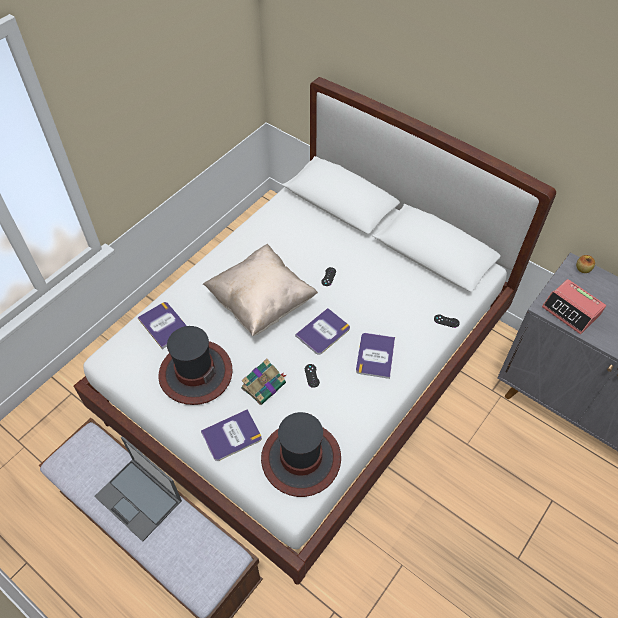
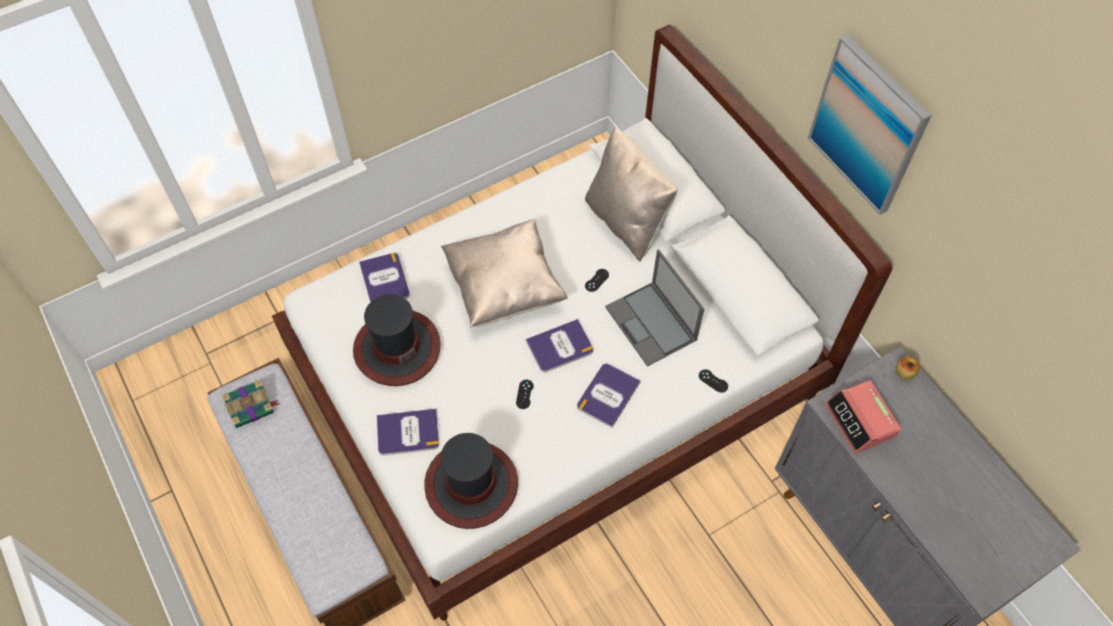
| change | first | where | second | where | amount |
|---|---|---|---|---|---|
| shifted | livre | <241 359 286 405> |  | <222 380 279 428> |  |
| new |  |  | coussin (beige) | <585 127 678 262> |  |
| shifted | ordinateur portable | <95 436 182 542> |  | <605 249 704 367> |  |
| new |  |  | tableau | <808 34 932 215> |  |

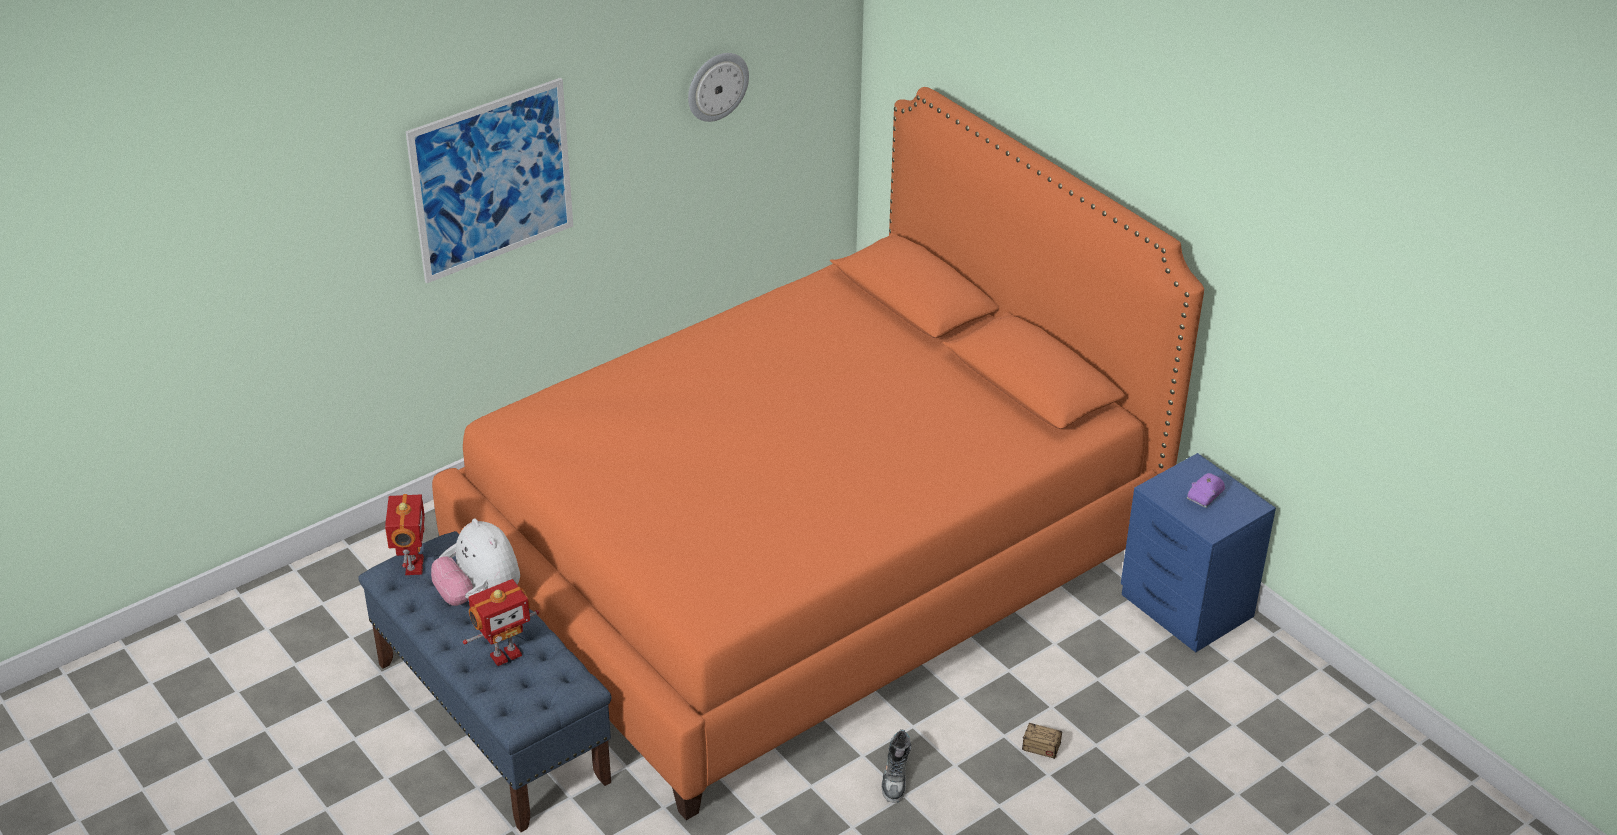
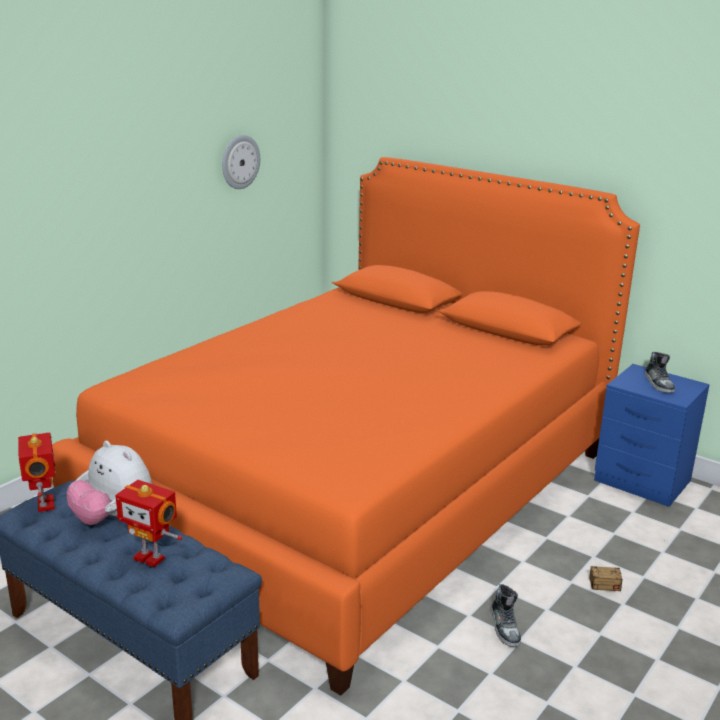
| change | first | where | second | where | amount |
|---|---|---|---|---|---|
| rotated | robot jouet | <463 579 539 666> |  | <115 480 182 567> | 75 degrees clockwise |
| swapped | petite voiture (violet) | <1187 473 1225 508> | chaussure | <645 352 675 393> |  |
| gone | tableau | <406 78 573 283> |  |  |  |

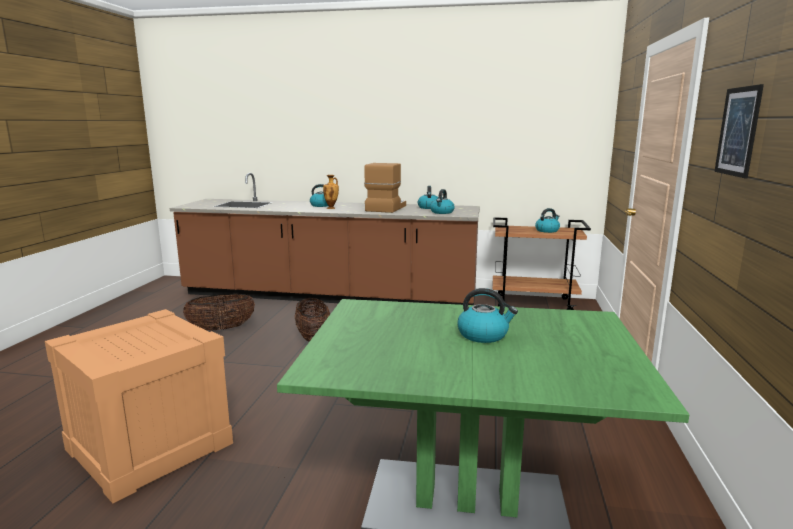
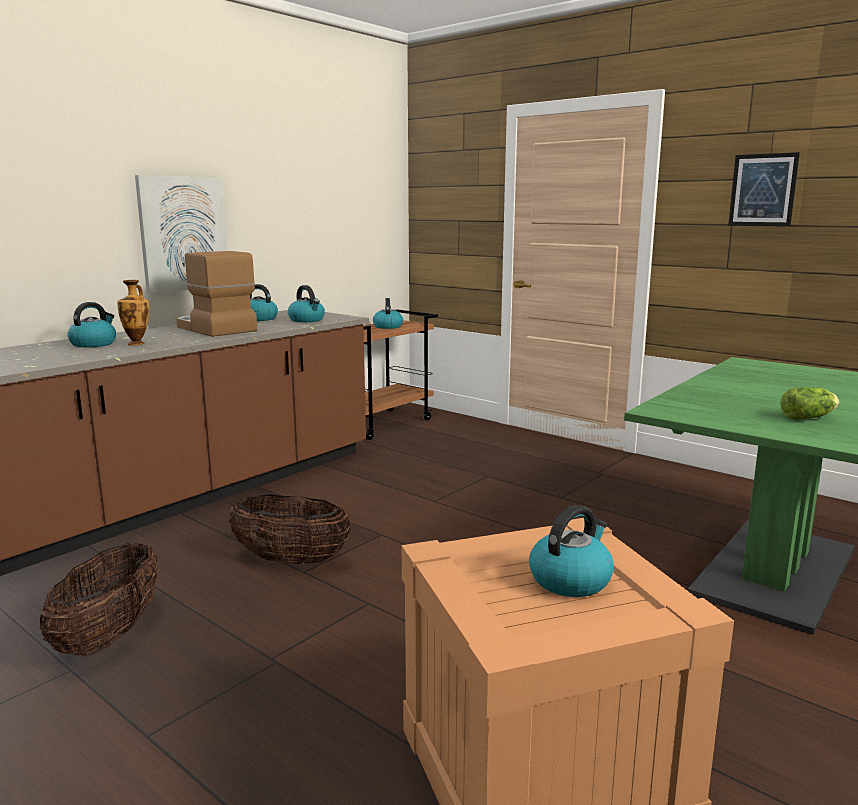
| change | first | where | second | where | amount |
|---|---|---|---|---|---|
| new |  |  | tableau | <135 175 228 293> |  |
| shifted | bouilloire | <457 288 518 343> |  | <529 505 614 597> |  |
| new |  |  | laitue | <780 387 839 420> |  |

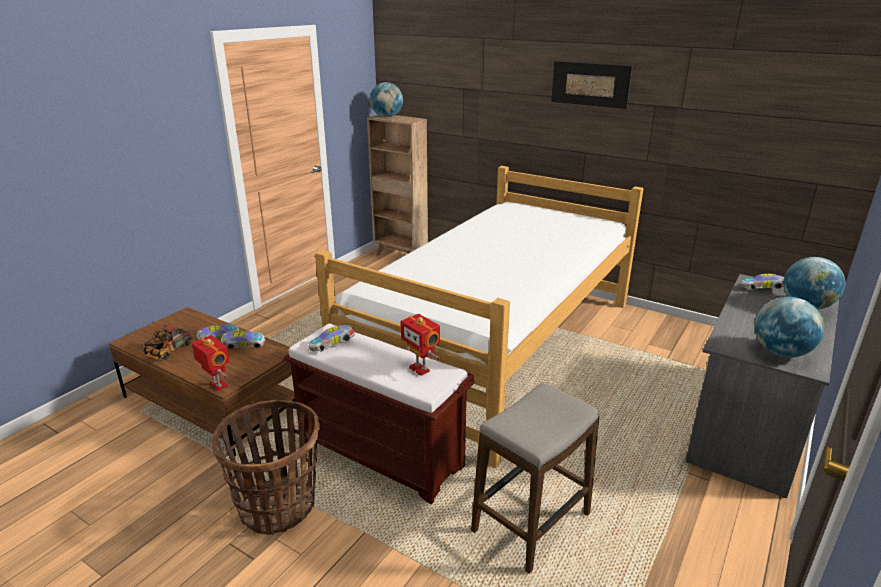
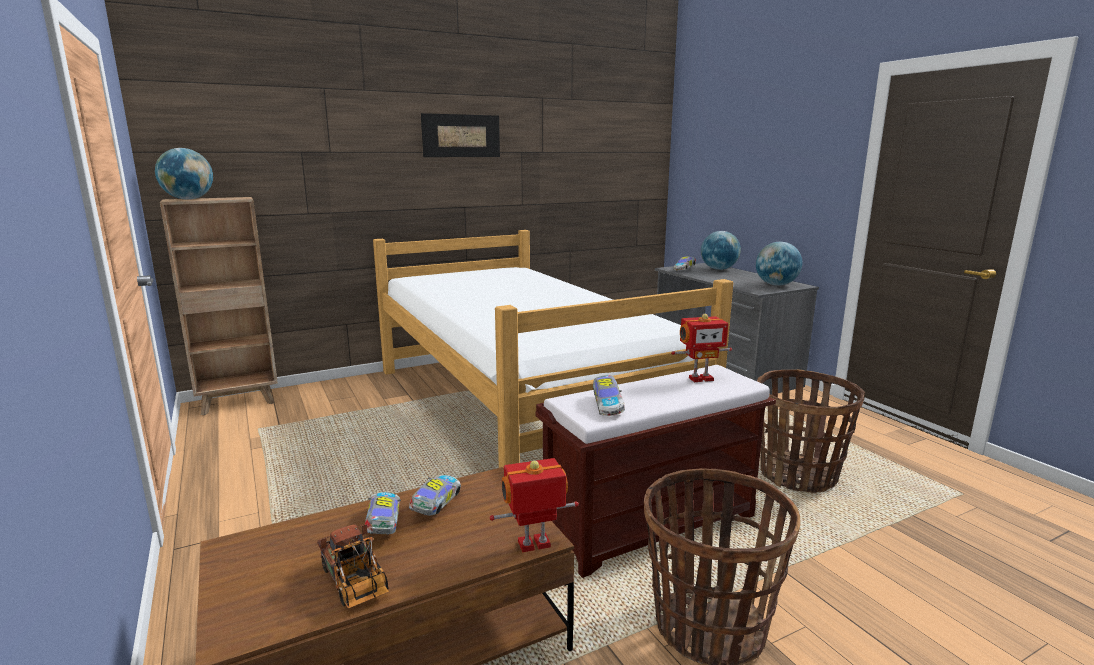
| change | first | where | second | where | amount |
|---|---|---|---|---|---|
| swapped | tabouret | <471 382 600 574> | panier | <757 370 865 493> |  |

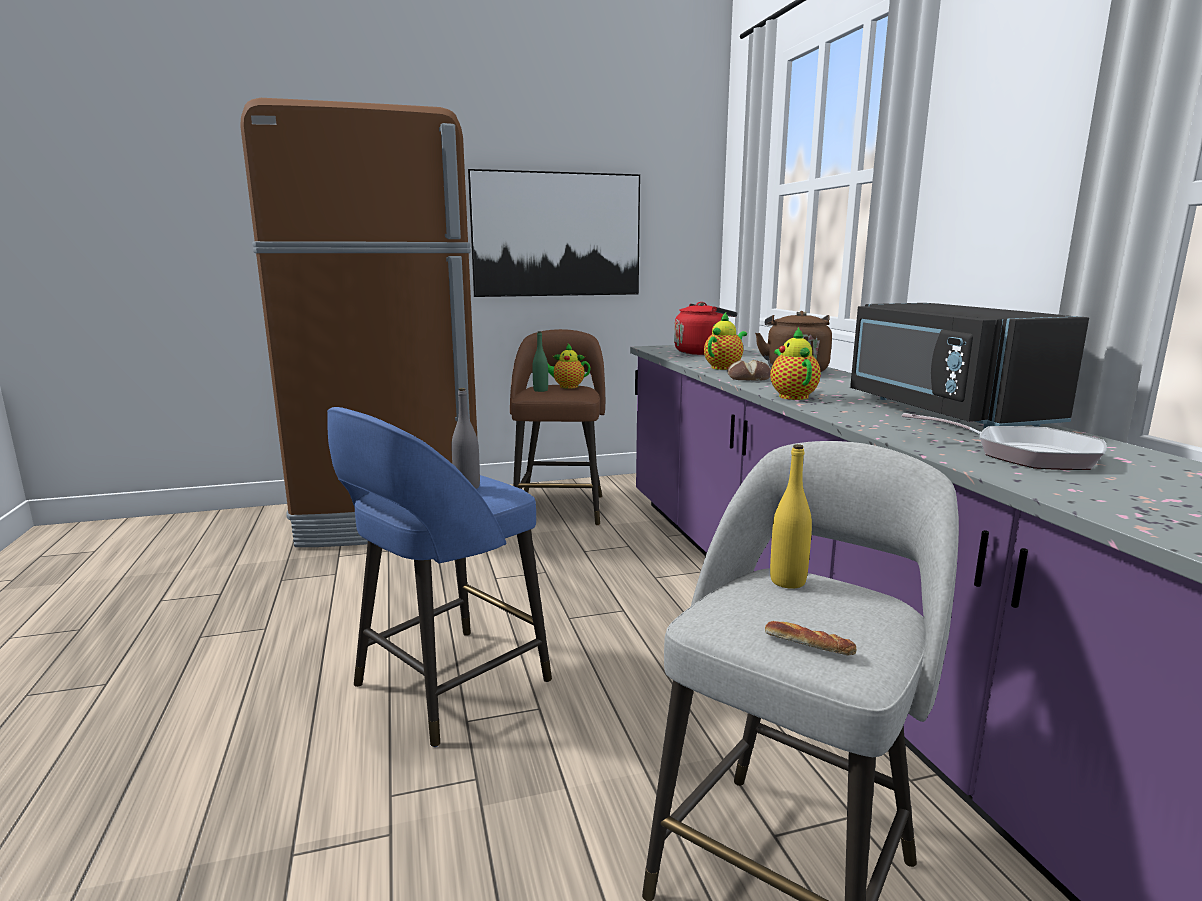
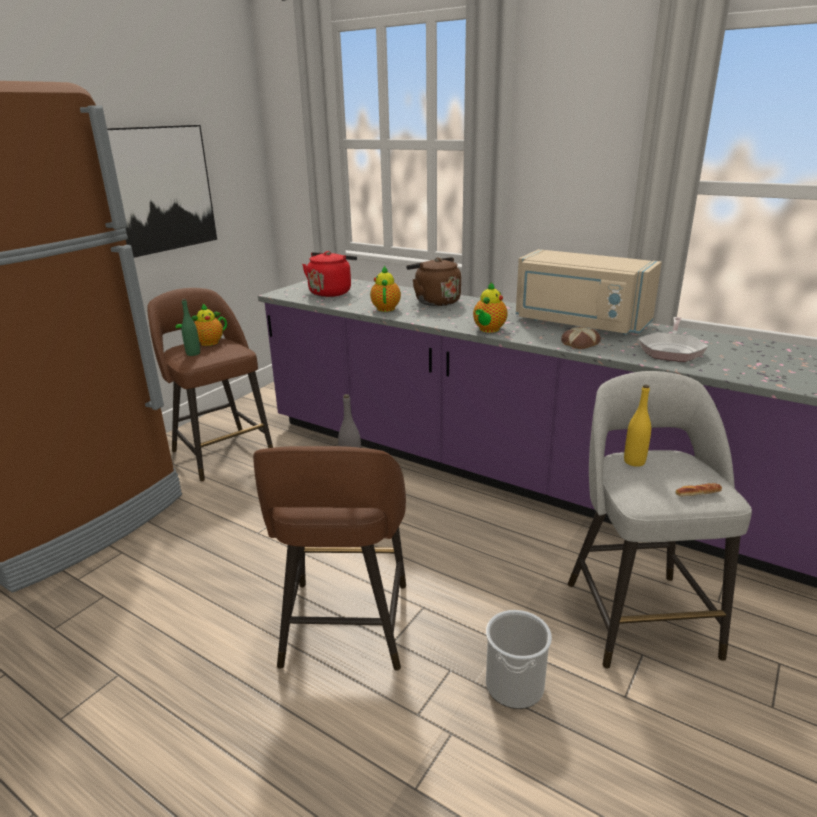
| change | first | where | second | where | amount |
|---|---|---|---|---|---|
| repainted | tabouret (bleu) | <327 407 552 747> | tabouret (marron) | <253 446 406 670> |  |
| rotated | théière | <770 327 821 400> |  | <473 282 508 333> | 105 degrees counterclockwise |
| new |  |  | seau | <486 610 552 709> |  |
| repainted | micro-ondes (noir) | <850 303 1089 429> | micro-ondes (beige) | <516 249 662 335> |  |
| shifted | pain | <728 360 771 381> |  | <561 327 601 349> |  |
| rotated | poêle | <902 413 1107 470> |  | <638 317 708 362> | 120 degrees clockwise |

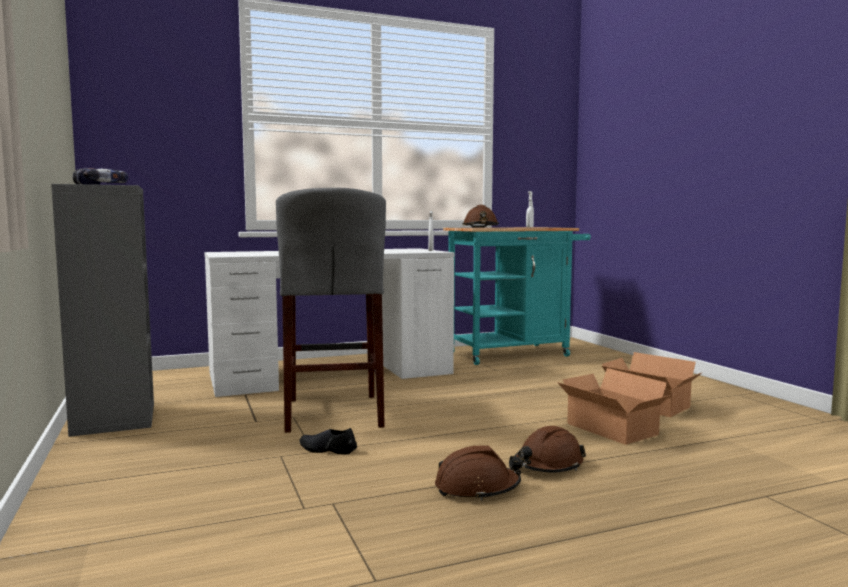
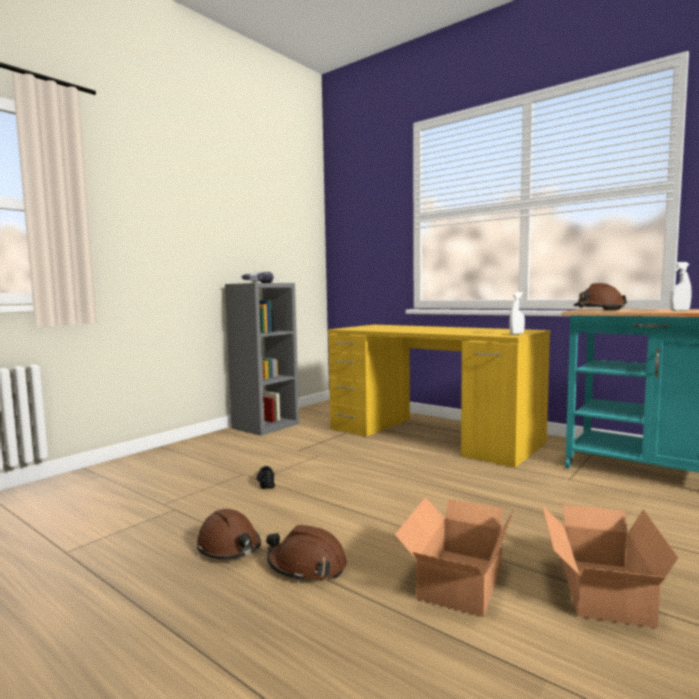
| change | first | where | second | where | amount |
|---|---|---|---|---|---|
| repainted | bureau (blanc) | <204 248 454 397> | bureau (jaune) | <328 325 550 467> |  |
| gone | tabouret (gris) | <276 188 386 433> |  |  |  |

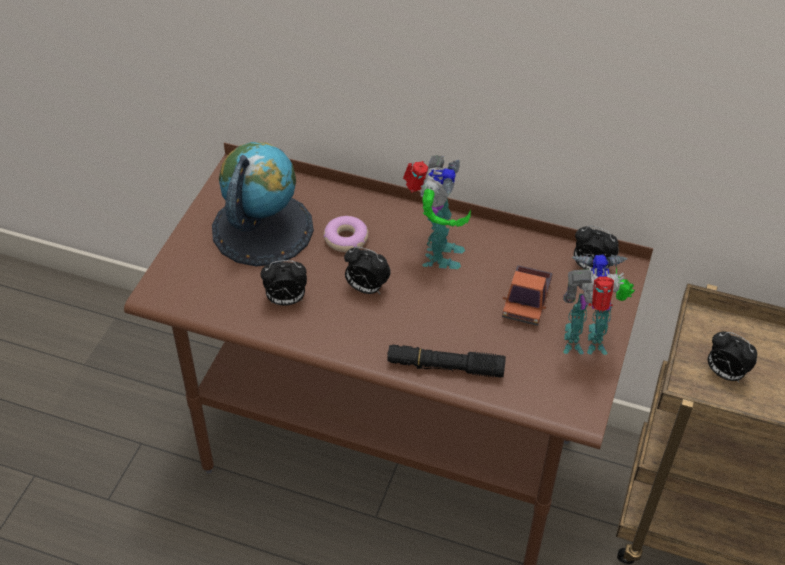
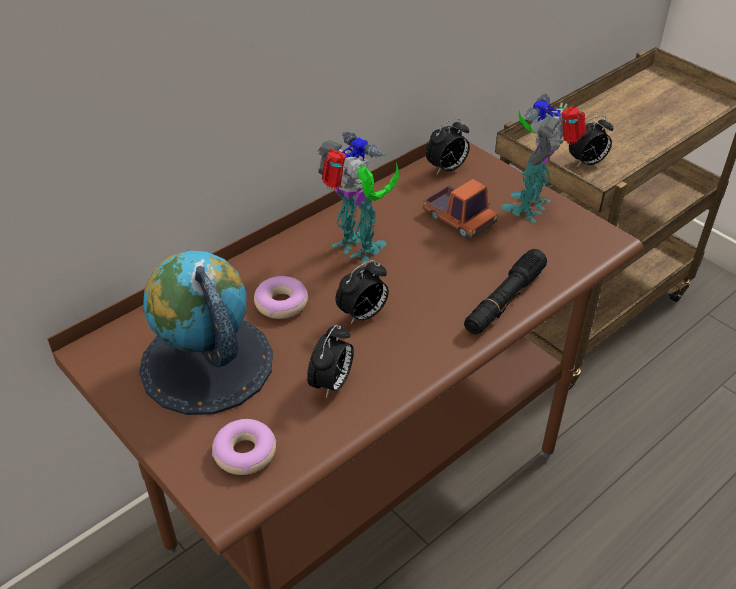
| change | first | where | second | where | amount |
|---|---|---|---|---|---|
| new |  |  | beignet | <212 419 277 475> |  |

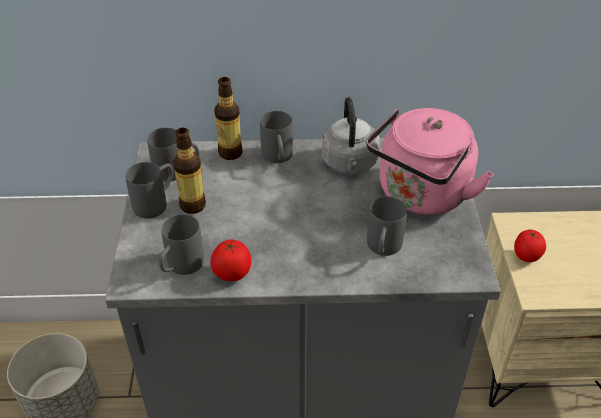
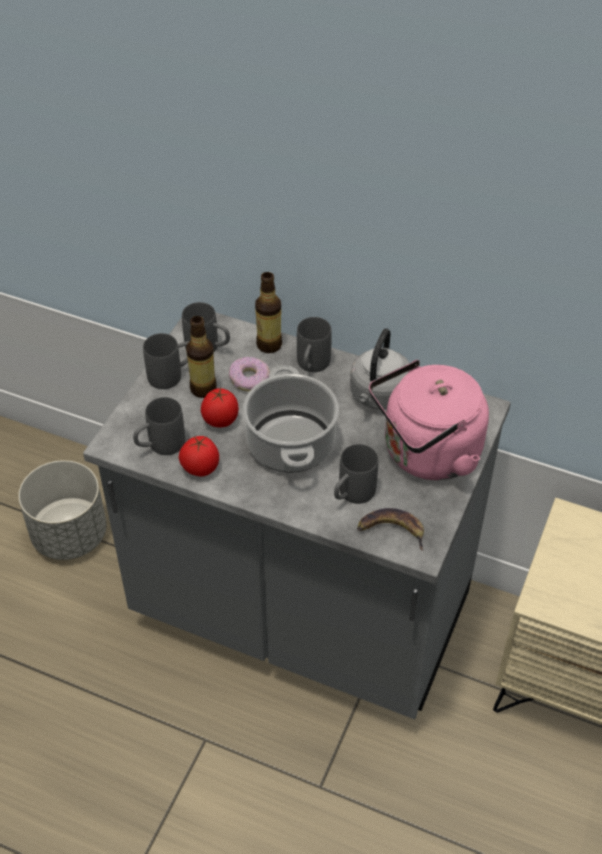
| change | first | where | second | where | amount |
|---|---|---|---|---|---|
| shifted | tomate | <514 230 546 262> |  | <201 388 239 427> |  |
| new |  |  | beignet | <229 357 270 391> |  |
| new |  |  | marmite | <243 366 339 472> |  |
| new |  |  | banane | <357 508 424 551> |  |

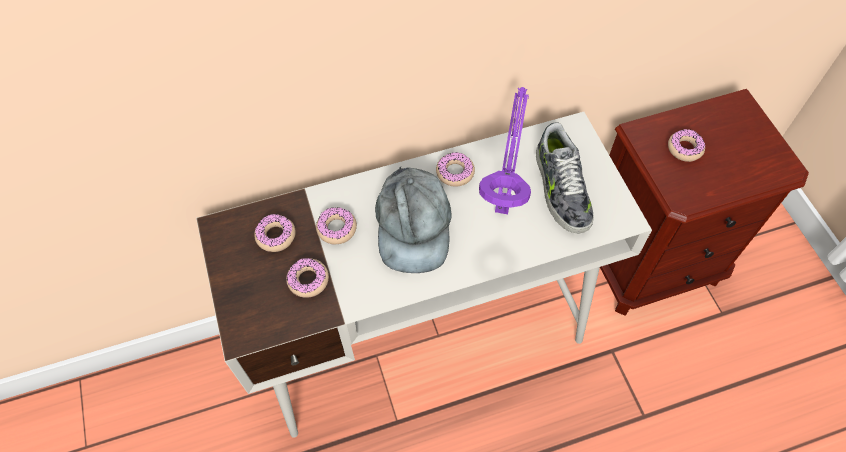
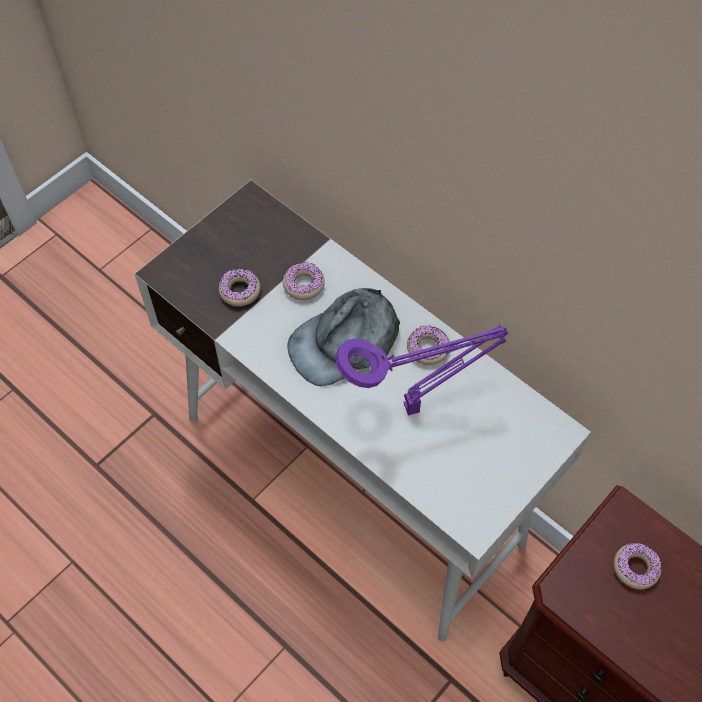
| change | first | where | second | where | amount |
|---|---|---|---|---|---|
| gone | beignet | <254 214 296 252> |  |  |  |
| gone | chaussure | <536 123 594 233> |  |  |  |

